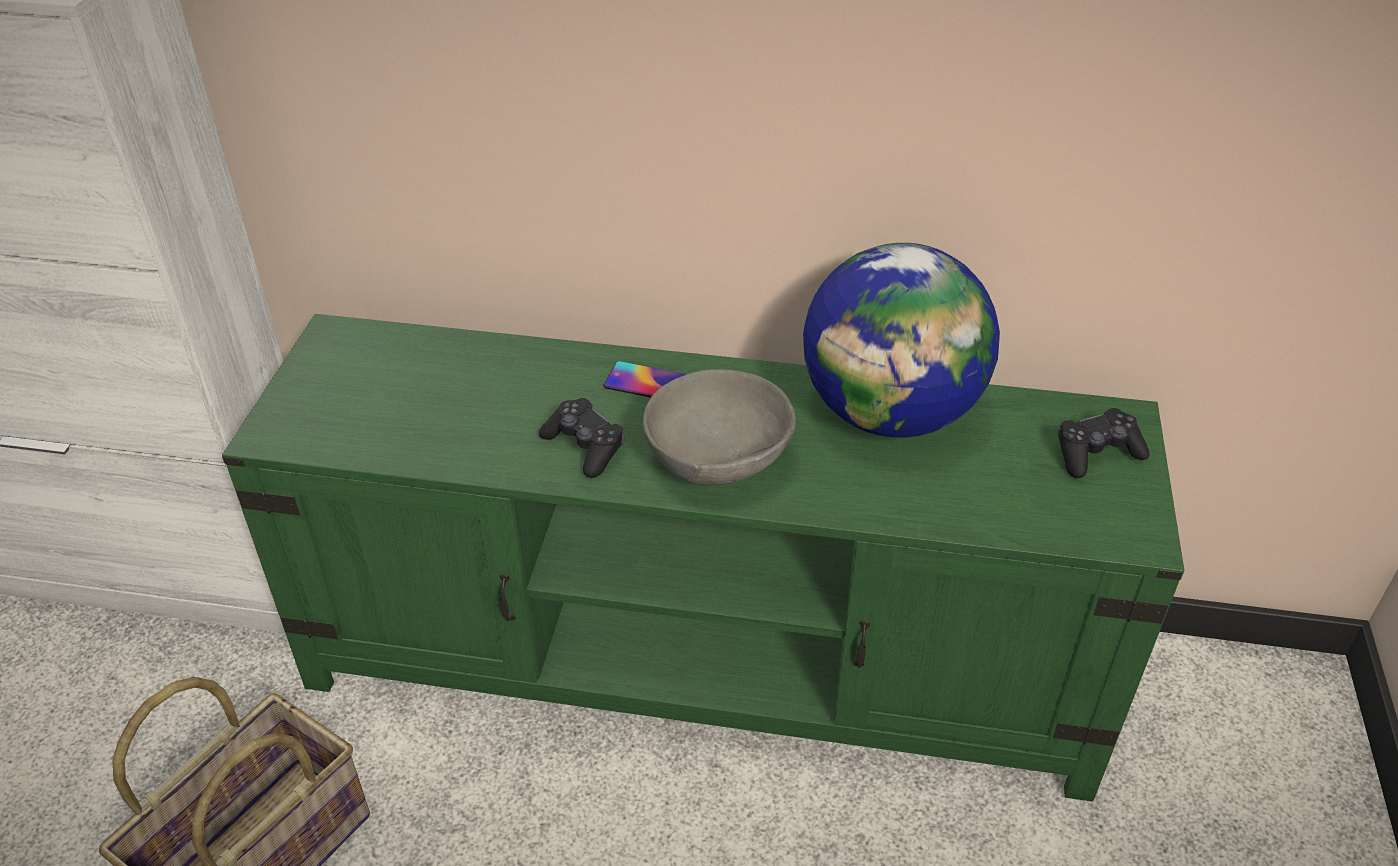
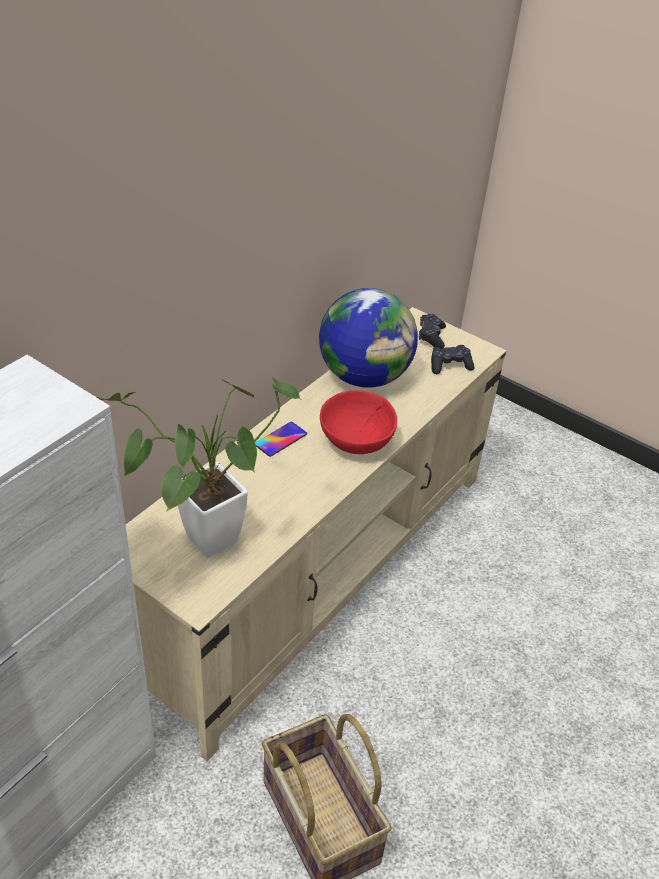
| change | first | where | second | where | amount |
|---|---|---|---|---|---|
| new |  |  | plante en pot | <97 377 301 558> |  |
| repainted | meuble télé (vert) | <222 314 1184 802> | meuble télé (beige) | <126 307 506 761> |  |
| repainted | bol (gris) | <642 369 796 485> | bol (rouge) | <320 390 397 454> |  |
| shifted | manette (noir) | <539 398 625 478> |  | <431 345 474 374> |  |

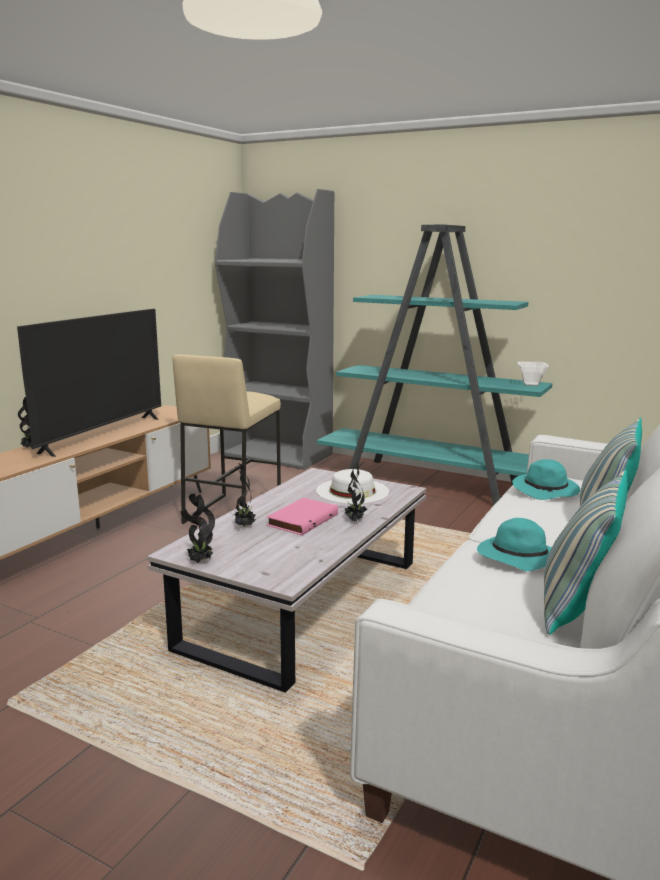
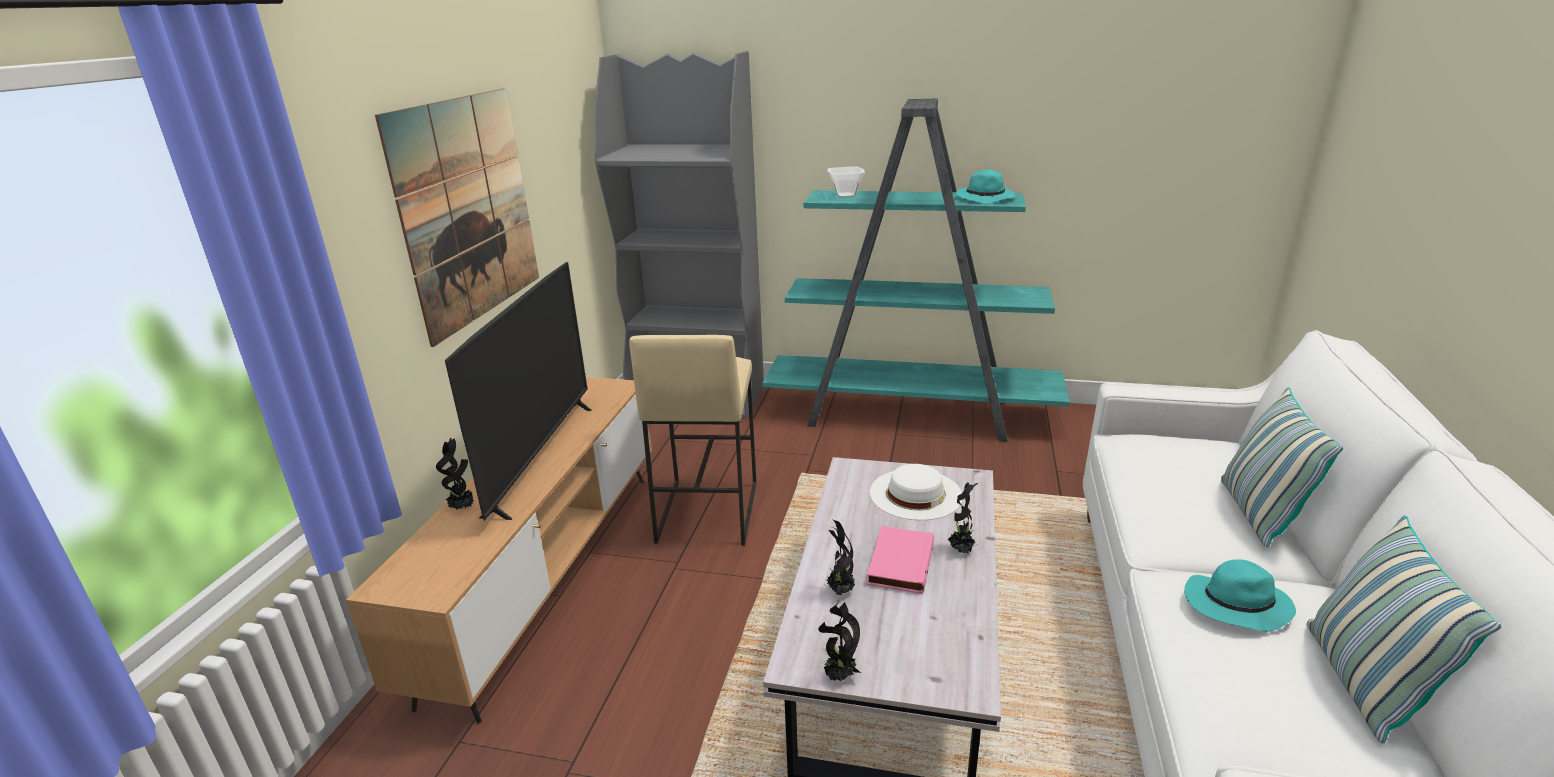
| change | first | where | second | where | amount |
|---|---|---|---|---|---|
| new |  |  | tableau | <375 88 539 347> |  |
| shifted | bol | <518 362 549 386> |  | <827 166 865 198> |  |
| shifted | chapeau (turquoise) | <512 459 580 500> |  | <956 170 1015 204> |  |

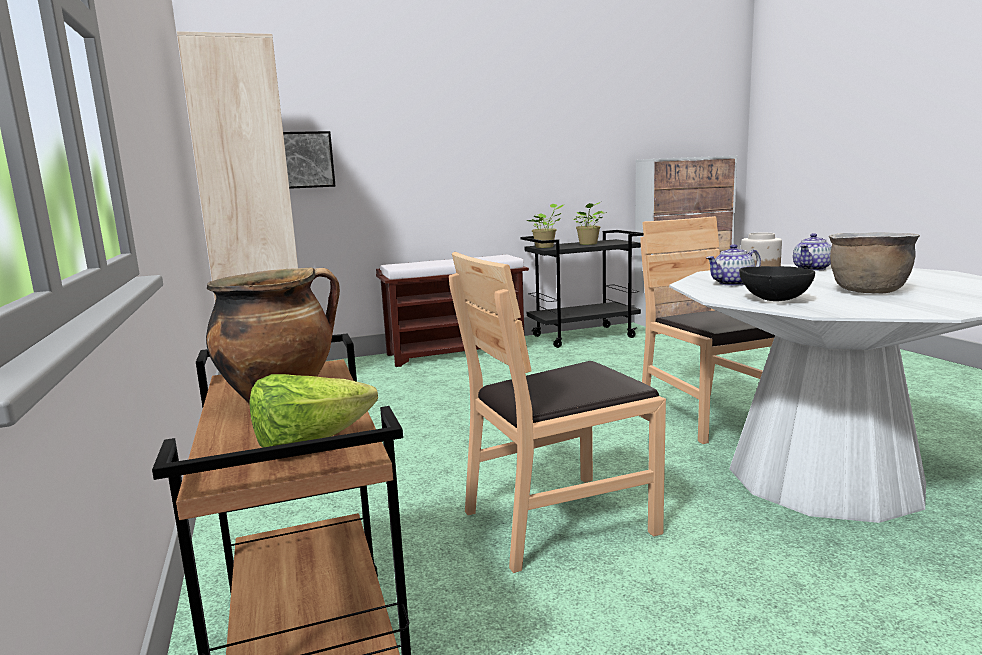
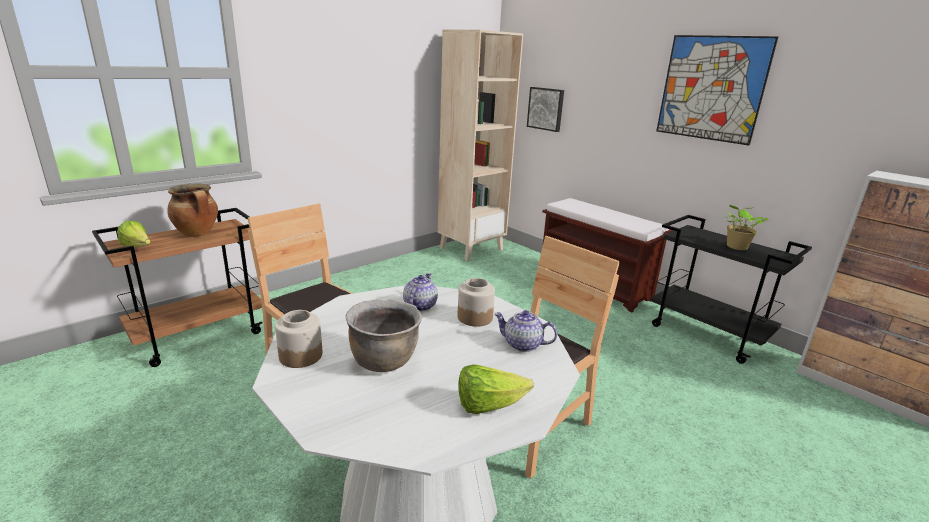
| change | first | where | second | where | amount |
|---|---|---|---|---|---|
| new |  |  | bocal | <275 310 322 368> |  |
| rotated | théière | <706 244 761 286> |  | <403 273 438 311> | 60 degrees clockwise |
| new |  |  | laitue | <458 364 534 414> |  |
| new |  |  | tableau | <656 35 778 145> |  |
| gone | plante en pot | <527 204 565 248> |  |  |  |
| gone | bol (noir) | <739 266 815 301> |  |  |  |

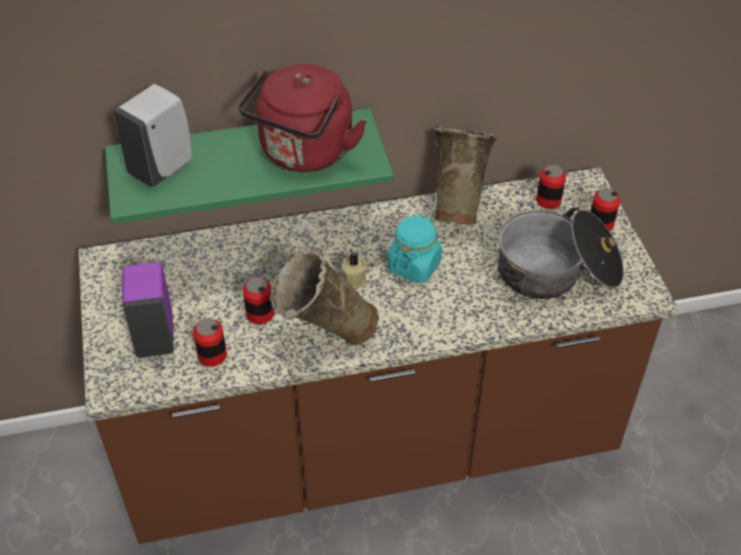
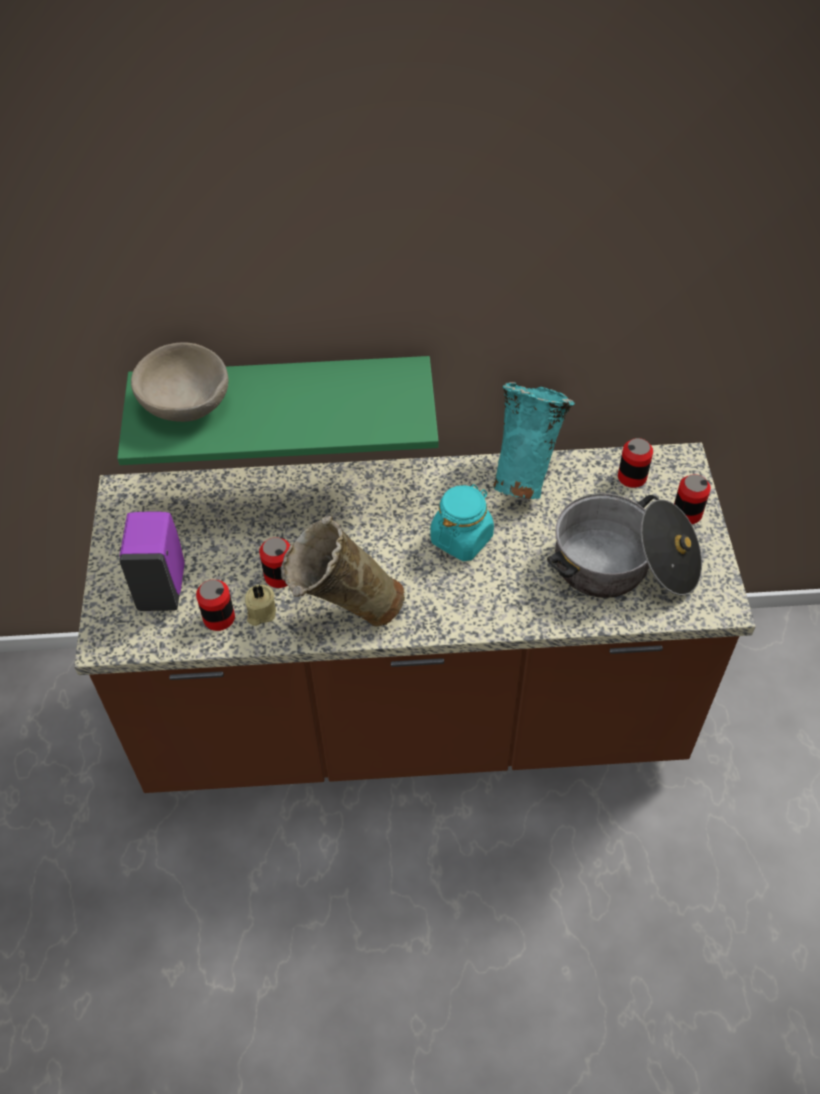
| change | first | where | second | where | amount |
|---|---|---|---|---|---|
| swapped | distributeur de savon (blanc) | <113 84 191 187> | bol (beige) | <131 342 229 422> |  |
| shifted | bougie (beige) | <342 254 367 289> |  | <245 585 276 626> |  |
| repainted | vase (beige) | <434 127 498 225> | vase (turquoise) | <493 382 575 499> |  |
| gone | bouilloire (rouge) | <238 64 366 172> |  |  |  |

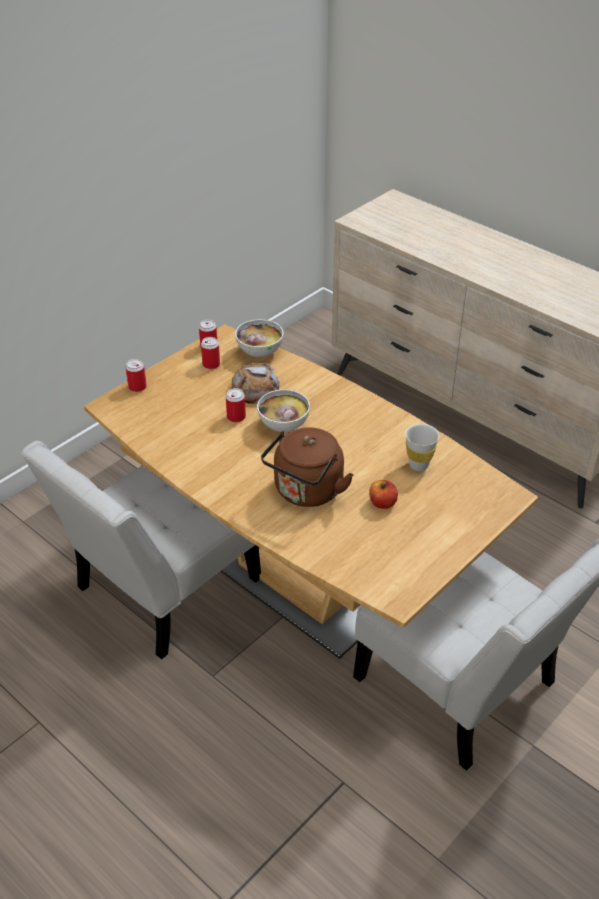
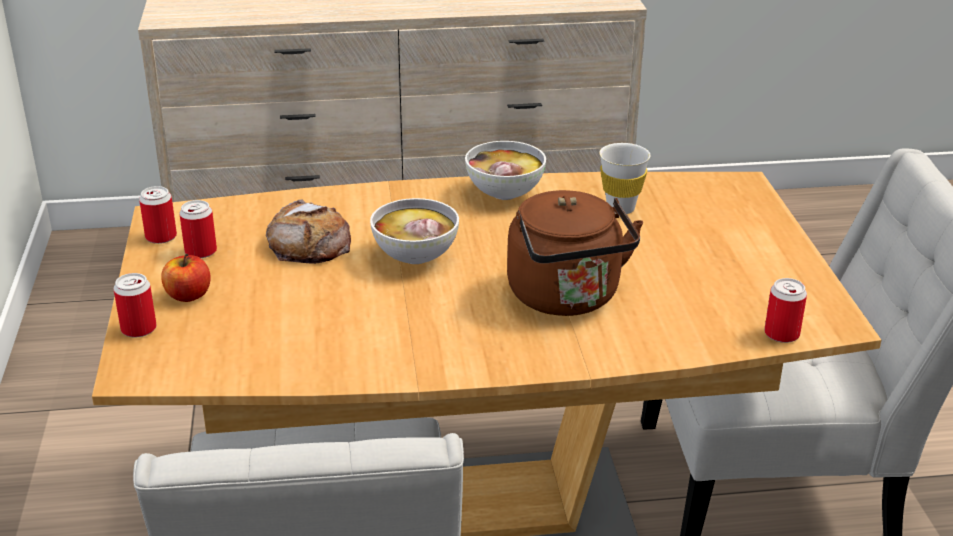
| change | first | where | second | where | amount |
|---|---|---|---|---|---|
| shifted | pomme | <369 480 398 509> |  | <161 253 211 302> |  |
| shifted | bol | <235 319 284 357> |  | <465 141 546 200> |  |
| shifted | boîte métallique | <226 388 246 422> |  | <764 278 807 343> |  |

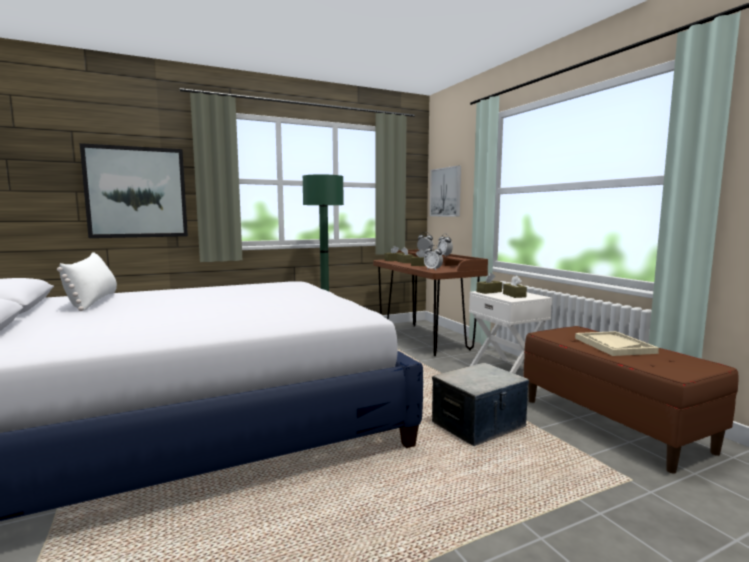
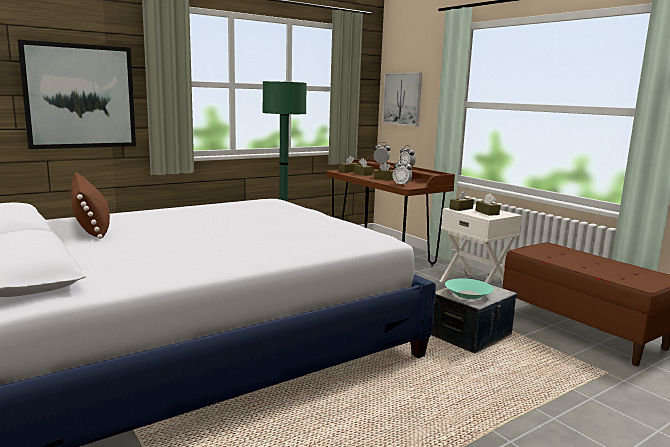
| change | first | where | second | where | amount |
|---|---|---|---|---|---|
| repainted | coussin (blanc) | <57 252 117 311> | coussin (marron) | <71 172 110 239> |  |
| new |  |  | bol (turquoise) | <445 278 494 299> |  |
| gone | plateau (beige) | <575 331 659 356> |  |  |  |

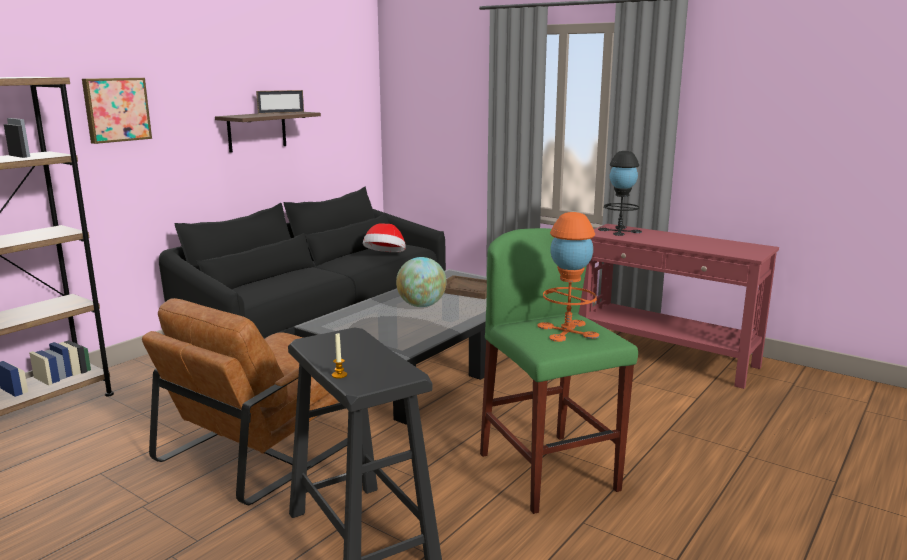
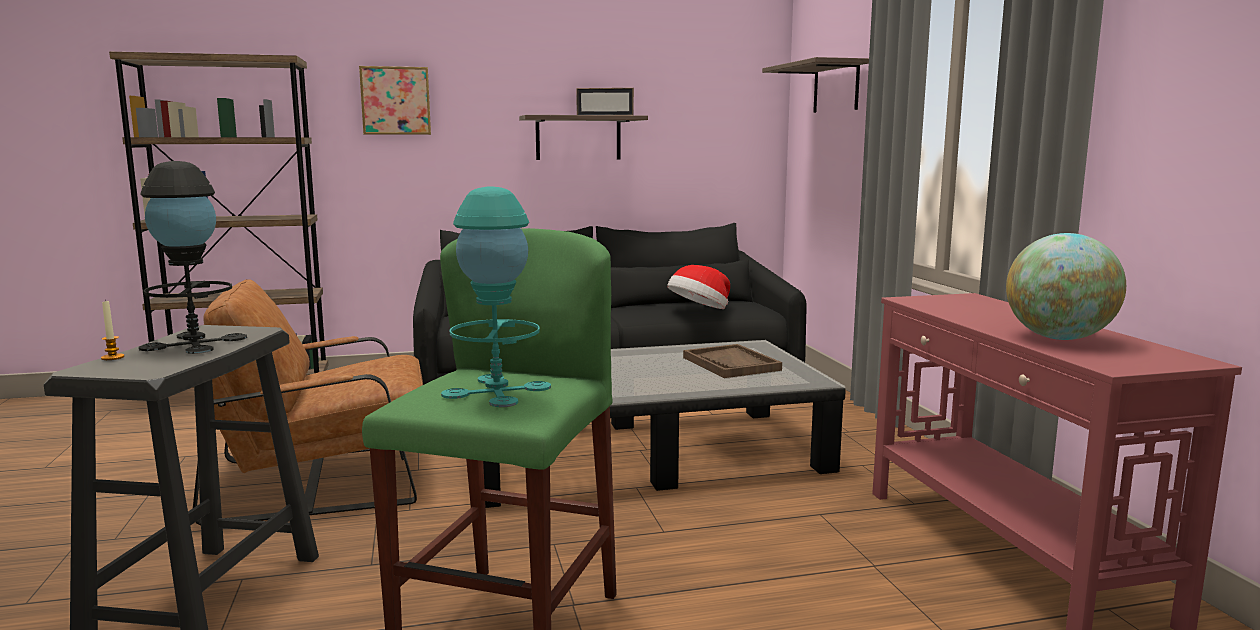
| change | first | where | second | where | amount |
|---|---|---|---|---|---|
| shifted | lampe de table (noir) | <598 151 642 236> |  | <139 161 247 354> |  |
| repainted | lampe de table (orange) | <538 212 599 342> | lampe de table (turquoise) | <441 187 551 407> |  |
| new |  |  | étagère | <762 57 869 113> |  |
| shifted | globe | <396 257 446 307> |  | <1006 233 1126 340> |  |

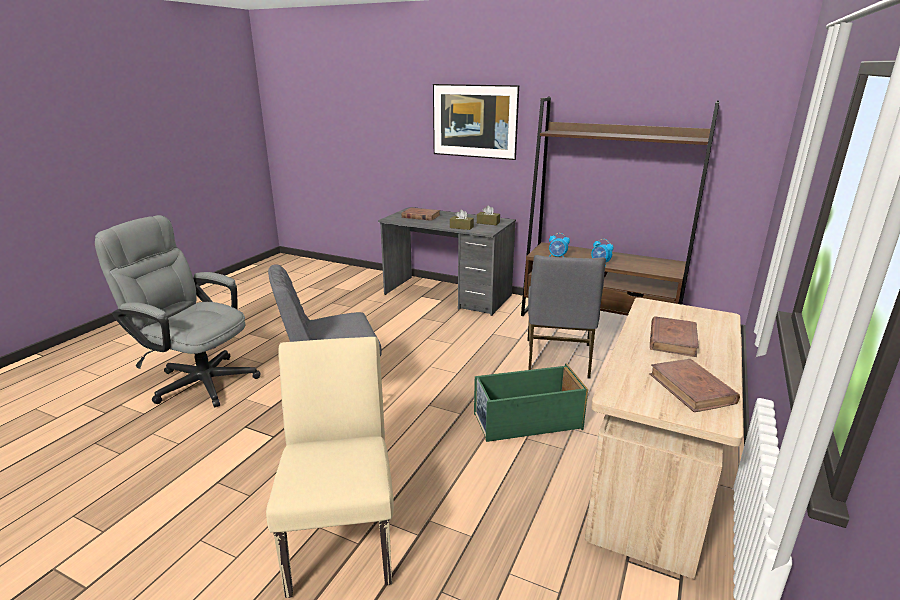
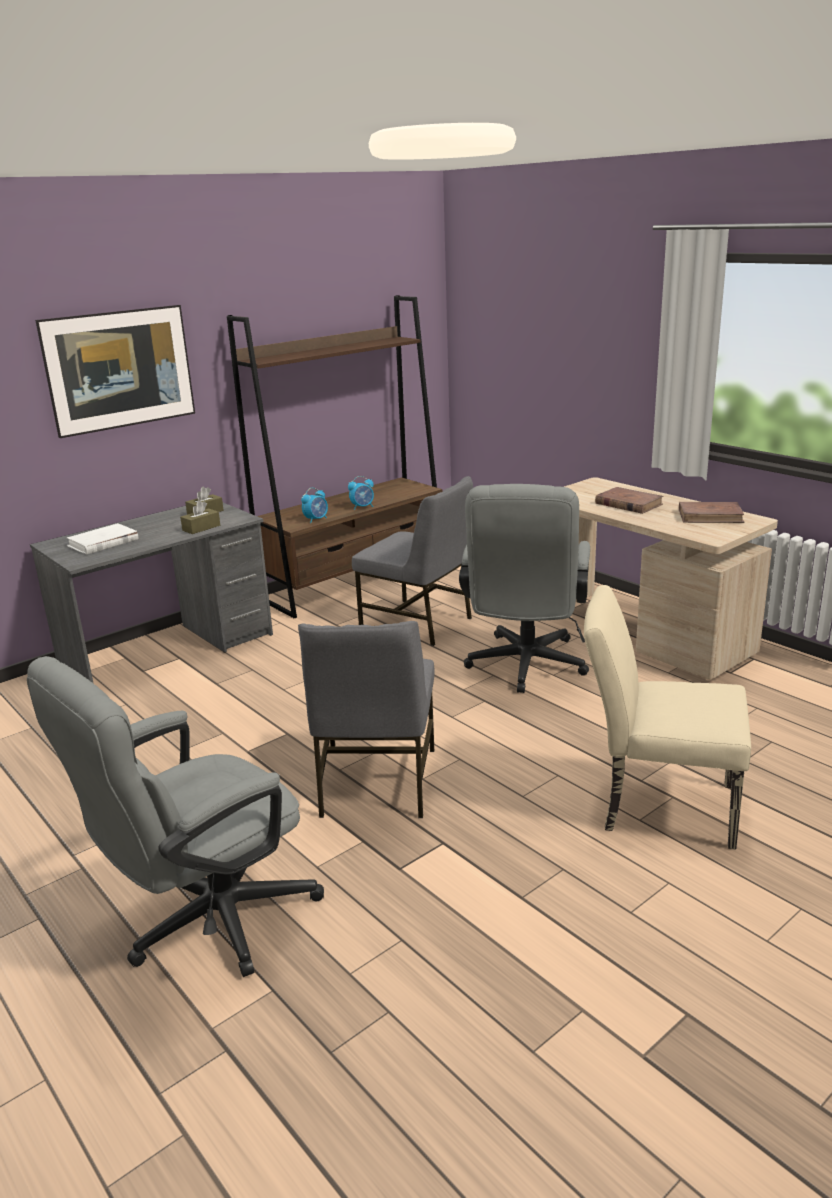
| change | first | where | second | where | amount |
|---|---|---|---|---|---|
| repainted | livre (marron) | <401 208 440 221> | livre (blanc) | <67 523 138 555> |  |
| swapped | boîte de rangement (vert) | <474 363 588 442> | chaise de bureau (gris) | <459 484 590 693> |  |

